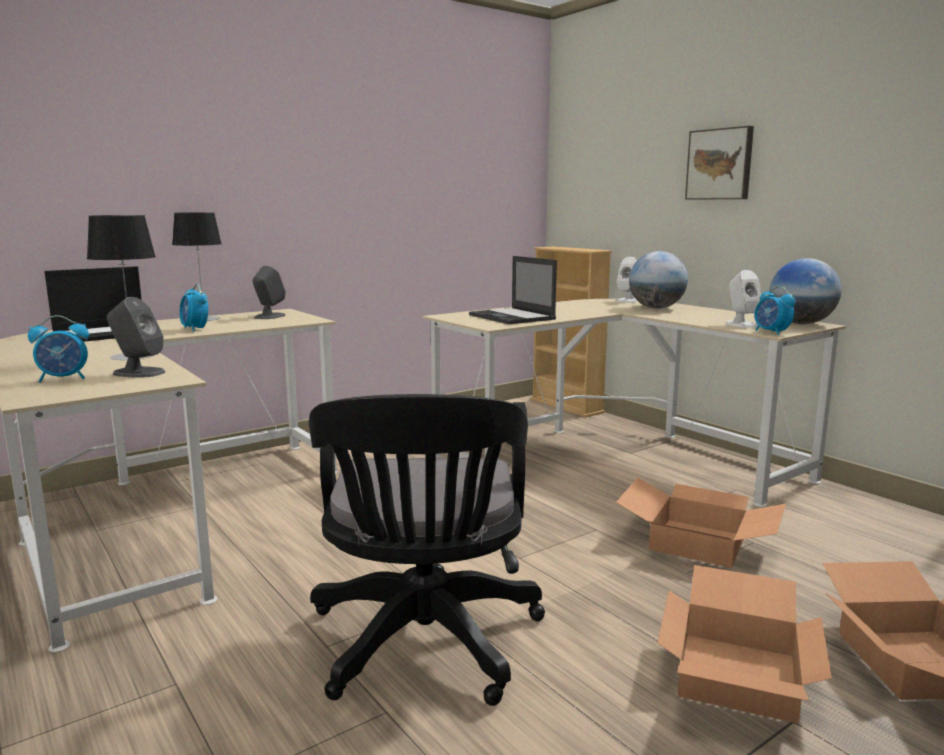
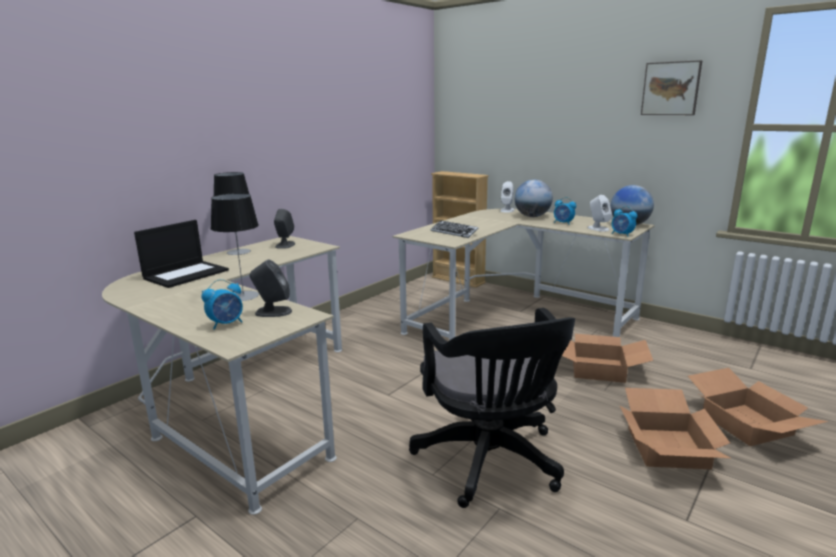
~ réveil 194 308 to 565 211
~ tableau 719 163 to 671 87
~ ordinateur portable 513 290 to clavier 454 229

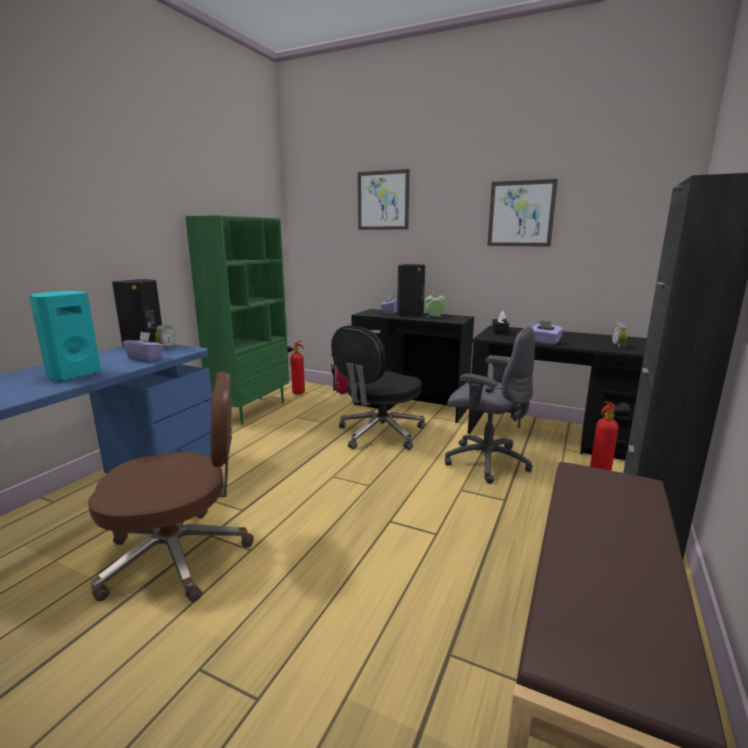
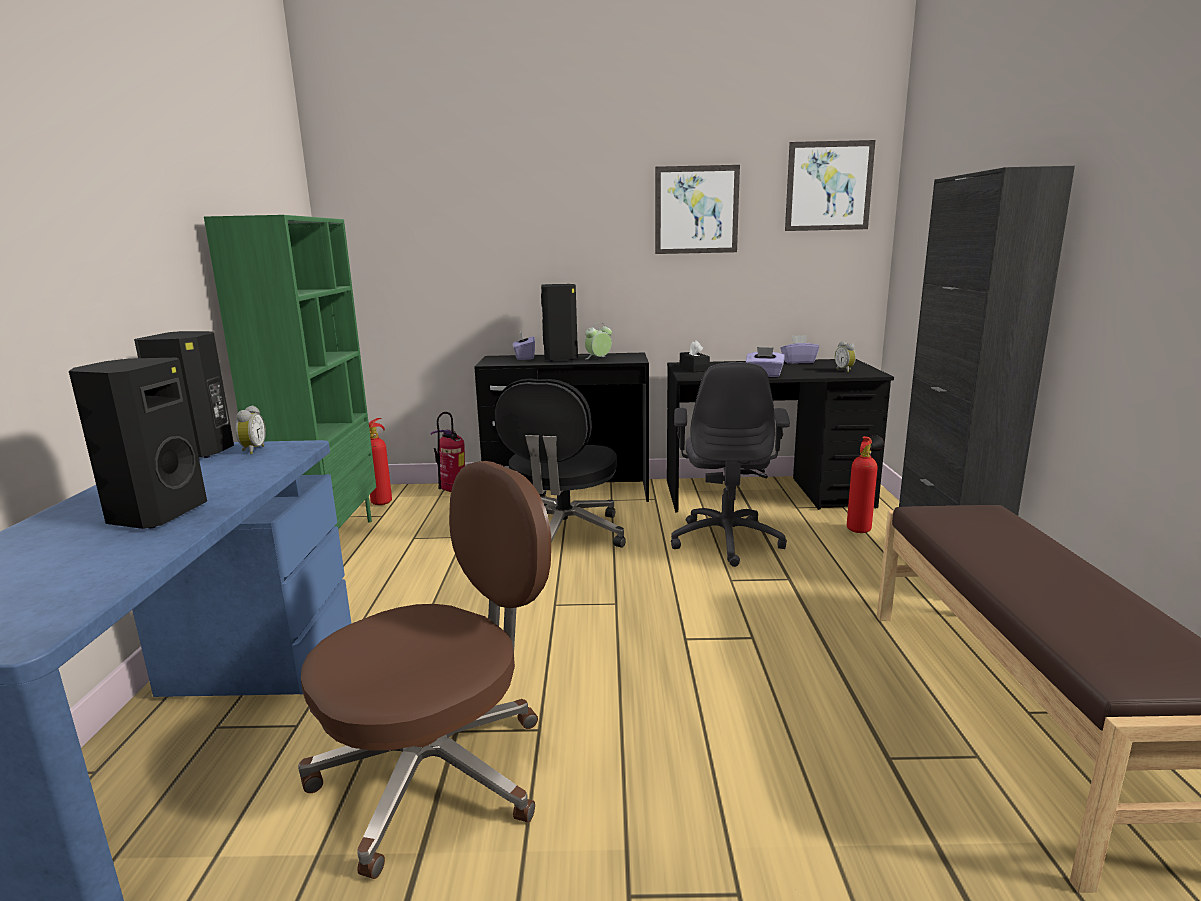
~ boîte à mouchoirs/violet 143 347 to 799 349
~ tableau 384 199 to 830 185
~ enceinte/turquoise 65 336 to enceinte/noir 138 443
~ chaise de bureau/gris 490 405 = 730 464 90 degrees clockwise

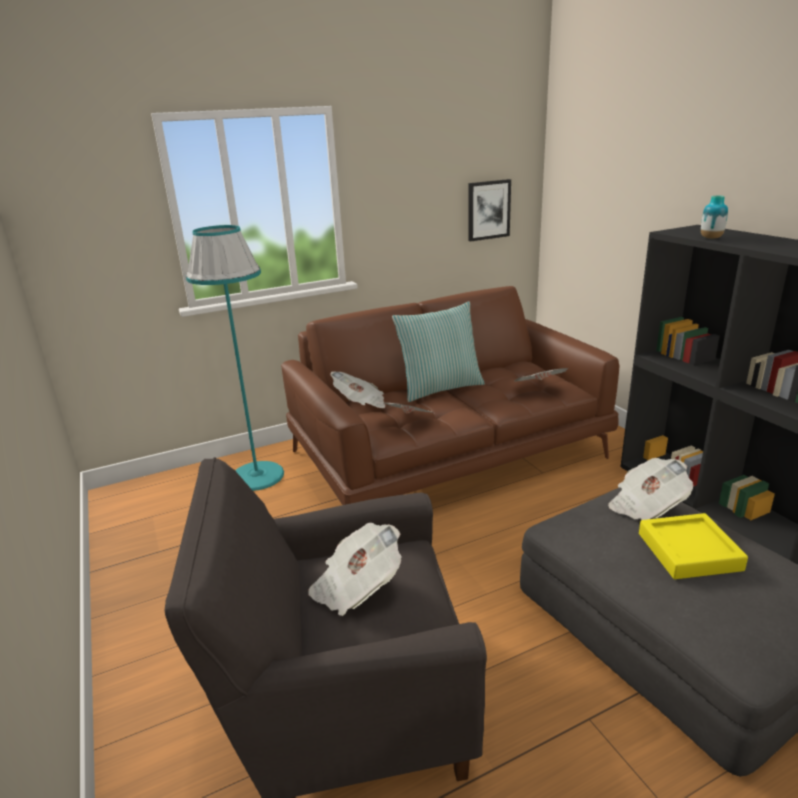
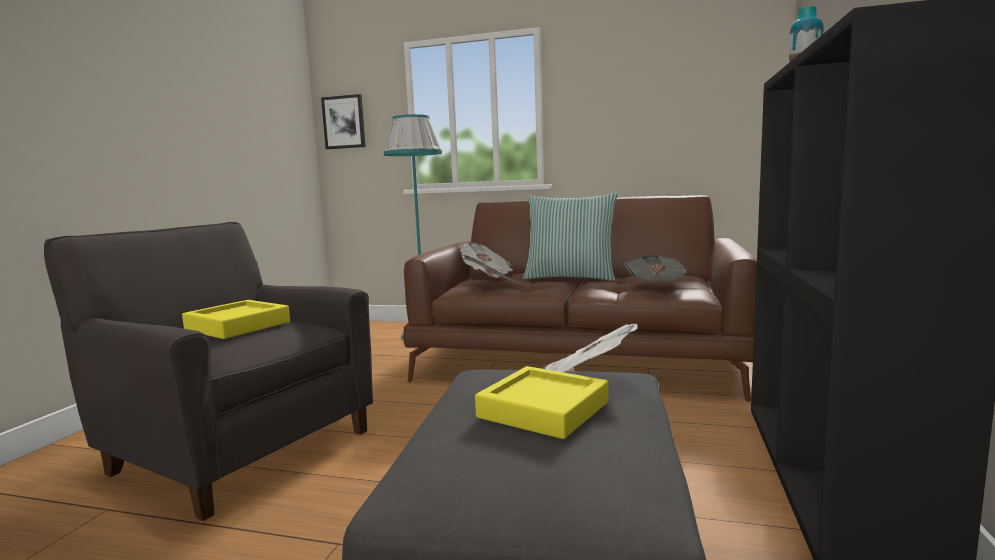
~ tableau 489 210 to 343 121
~ journal 355 569 to plateau/jaune 236 319

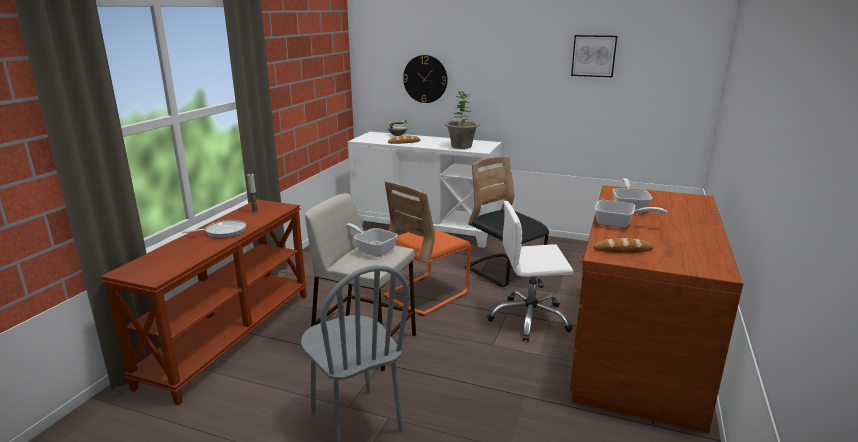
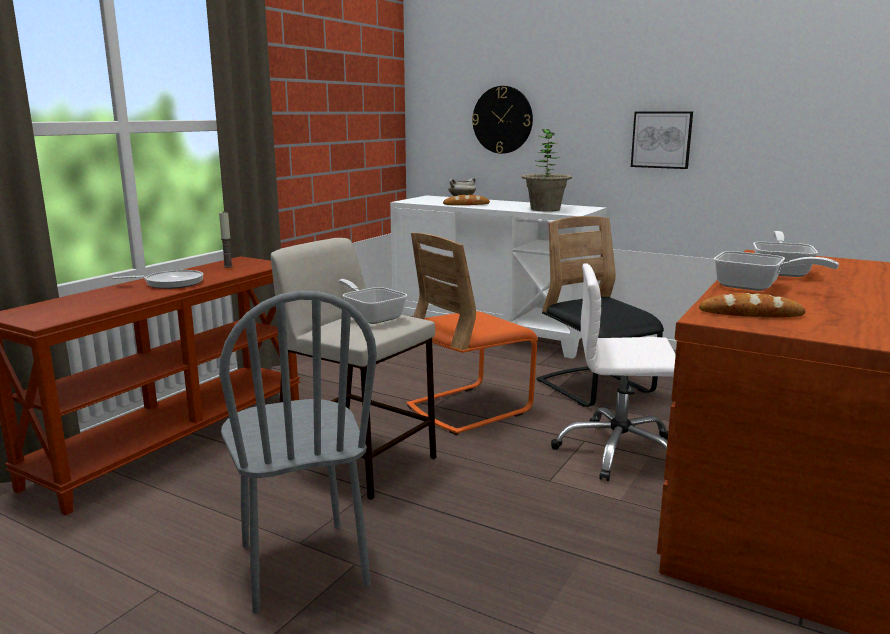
~ tableau 594 56 to 662 140

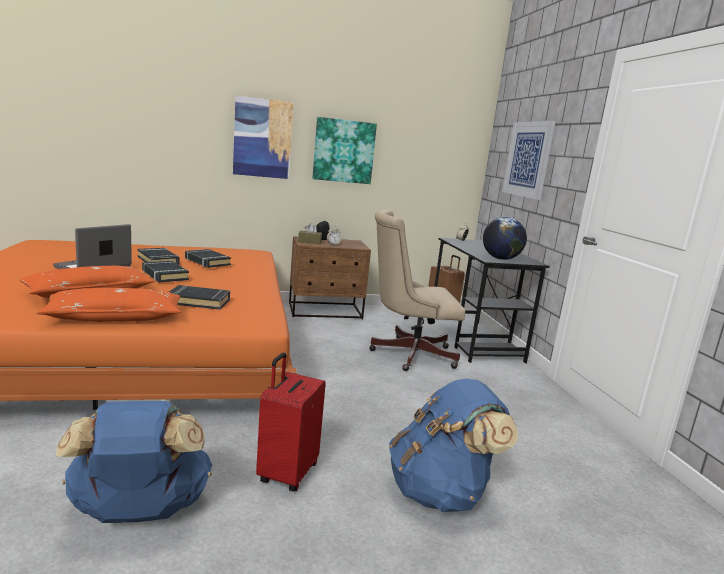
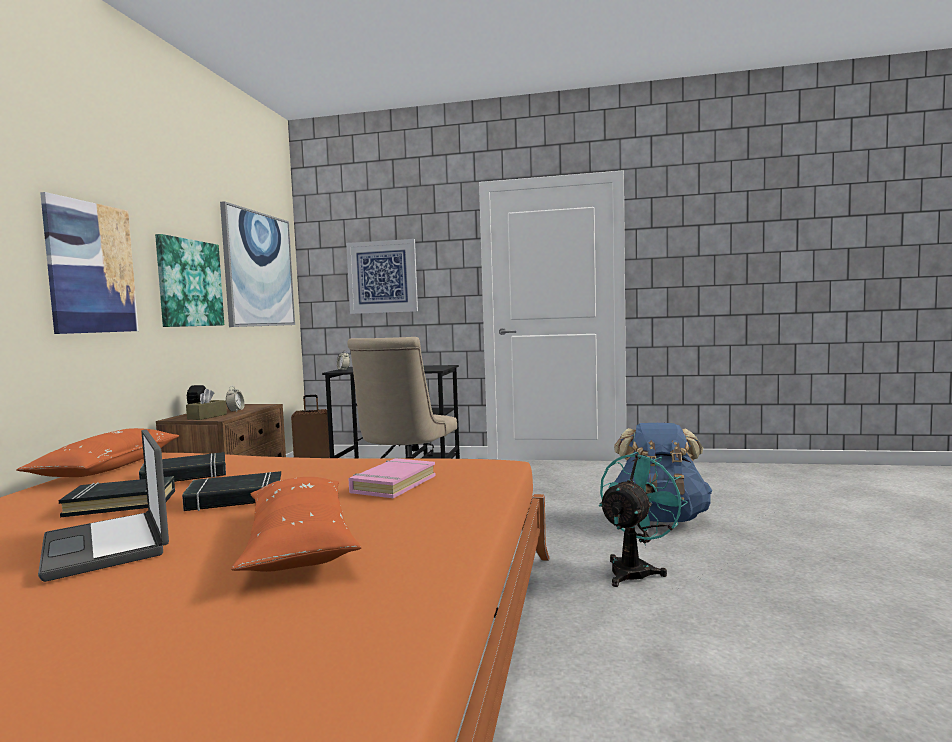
- sac à dos/bleu 134 462
- globe 505 238
+ tableau 257 264
~ coussin/orange 108 305 to 97 452
~ valise/rouge 291 422 to ventilateur/turquoise 643 519
~ livre/noir 199 297 to livre/rose 392 478

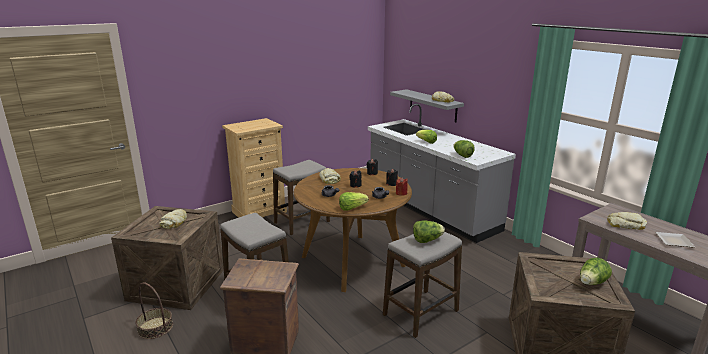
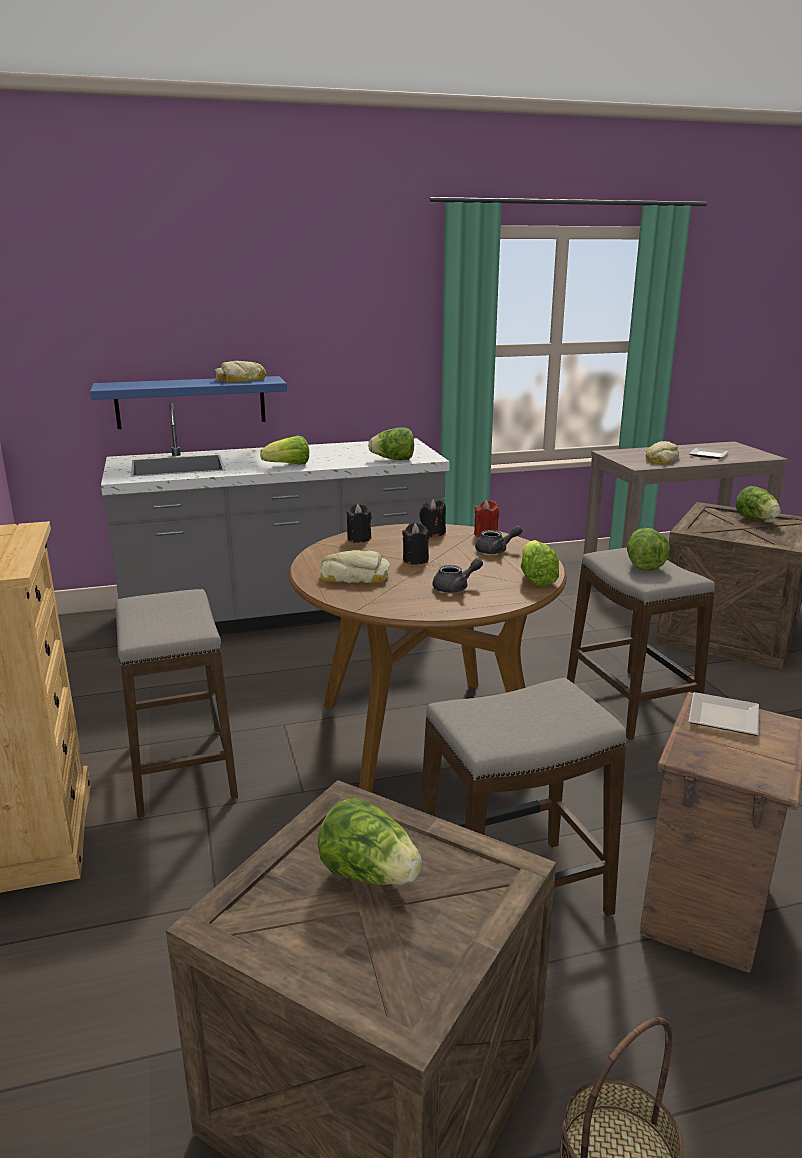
+ assiette 723 714
~ pain 173 219 to laitue 369 841
~ étagère/gris 427 105 to étagère/bleu 188 402

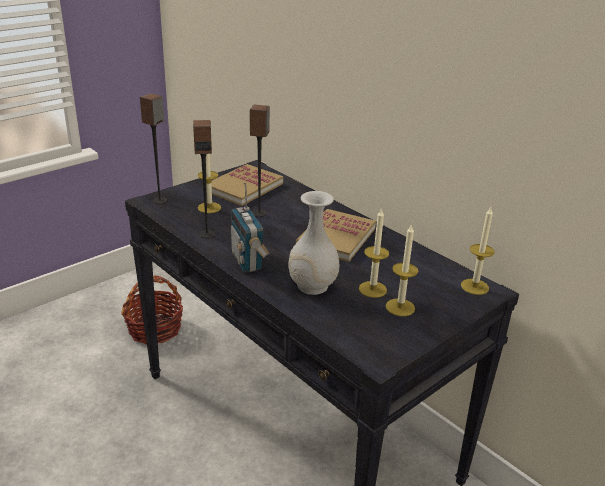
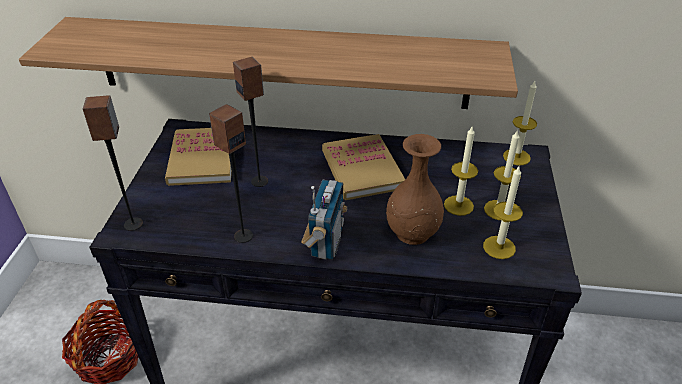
+ étagère 268 63
~ bougie 209 183 to 503 212
~ vase/blanc 314 243 to vase/marron 415 189
~ radio 250 227 = 324 220 105 degrees counterclockwise

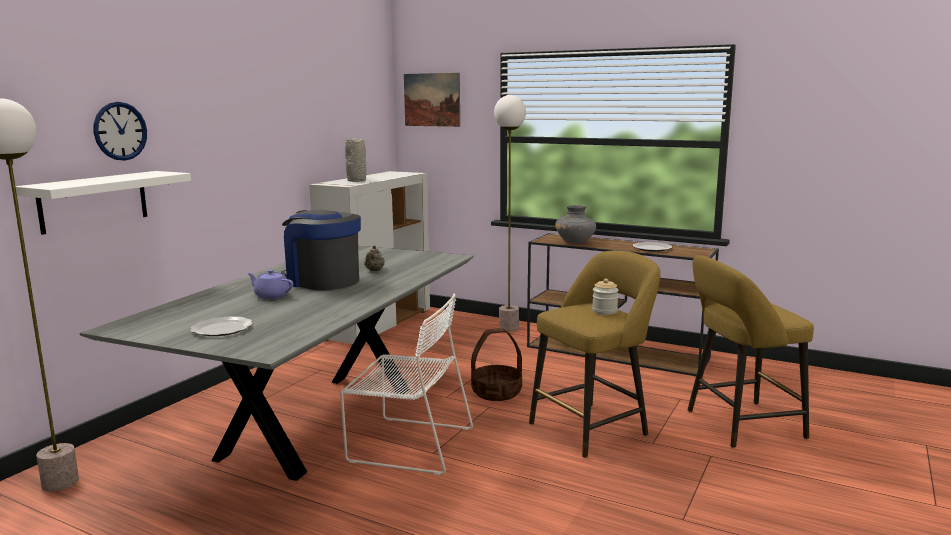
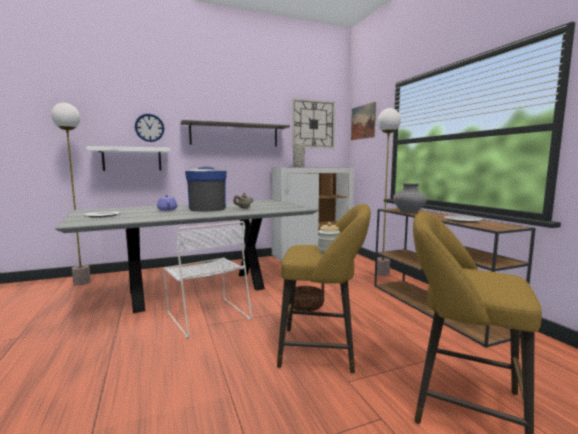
+ étagère 235 133
+ horloge murale 313 123

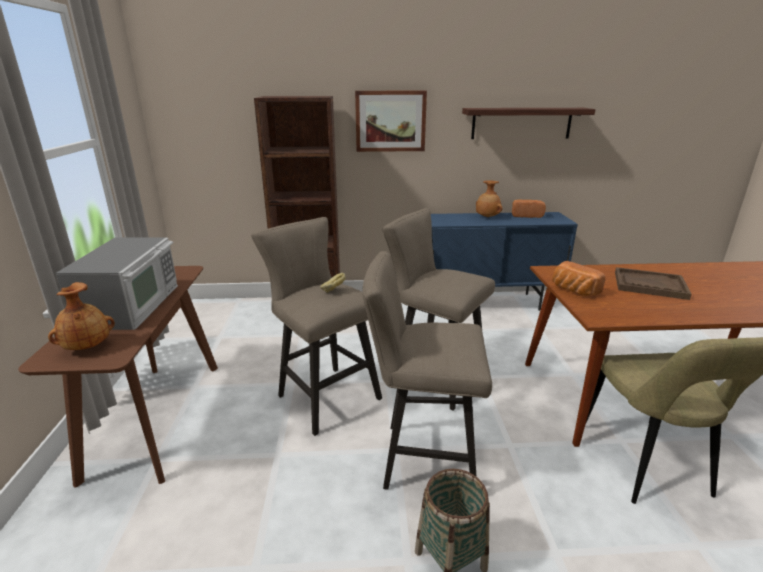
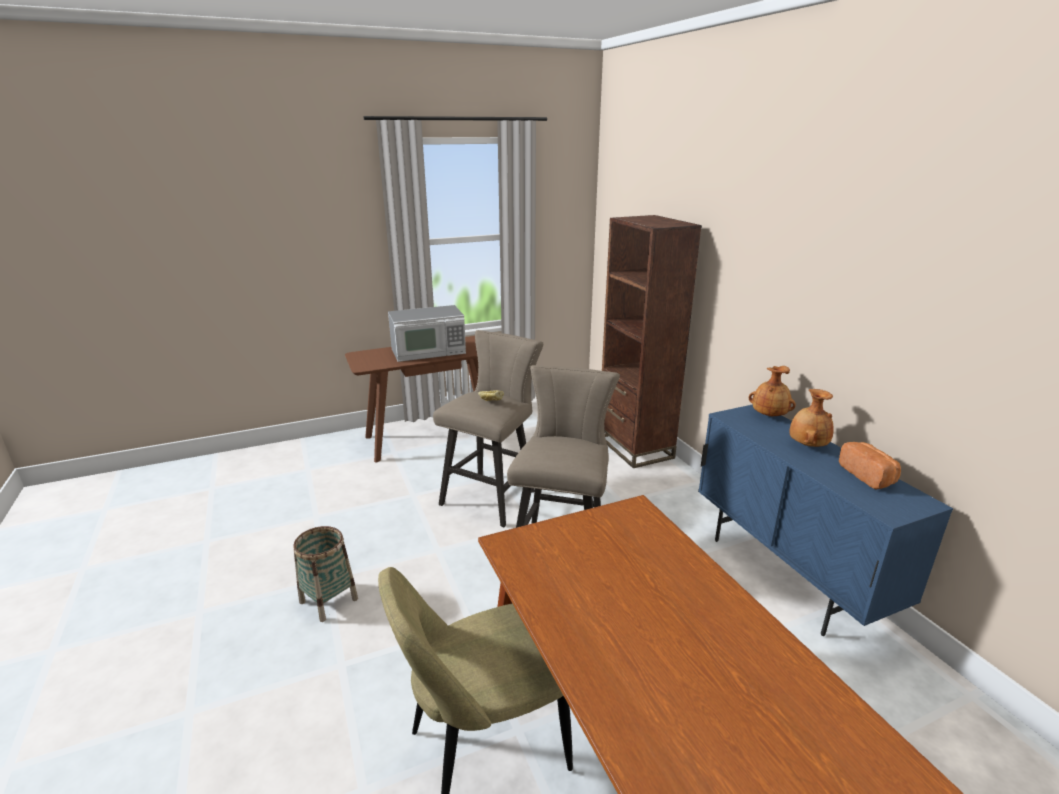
- tableau 391 121
- tabouret/beige 427 370
- étagère 529 123
- pain 578 278
- plateau/marron 653 283
~ vase/marron 81 316 to 772 391

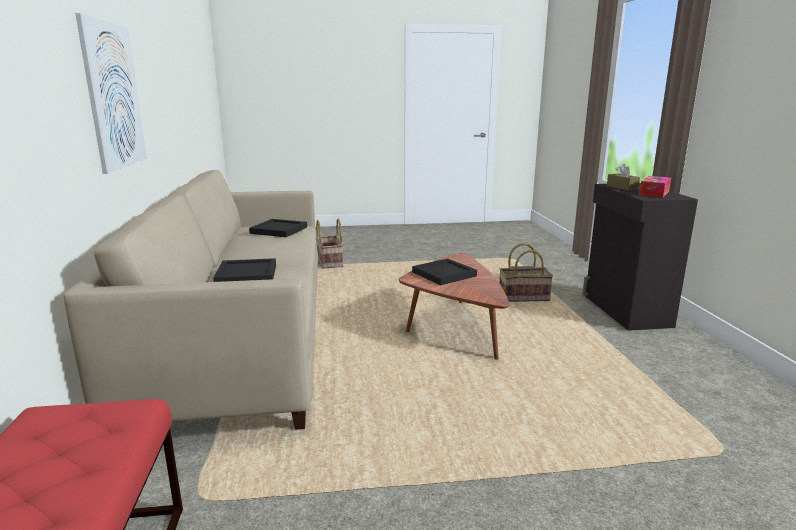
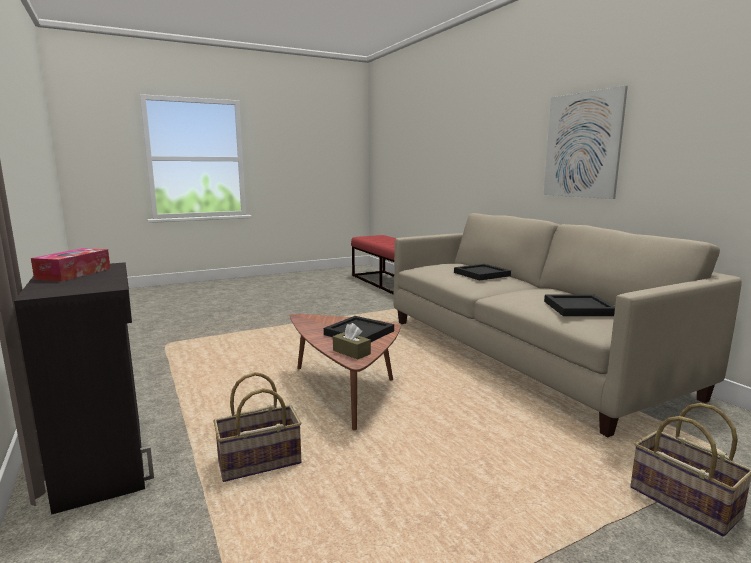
~ boîte à mouchoirs/marron 623 177 to 352 341

